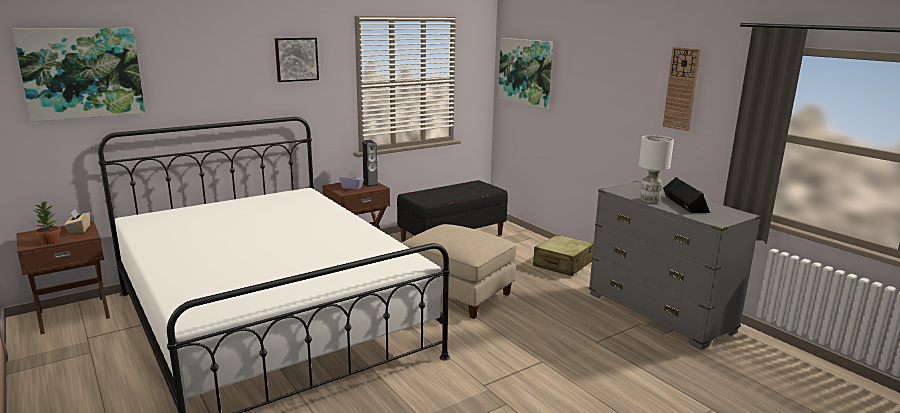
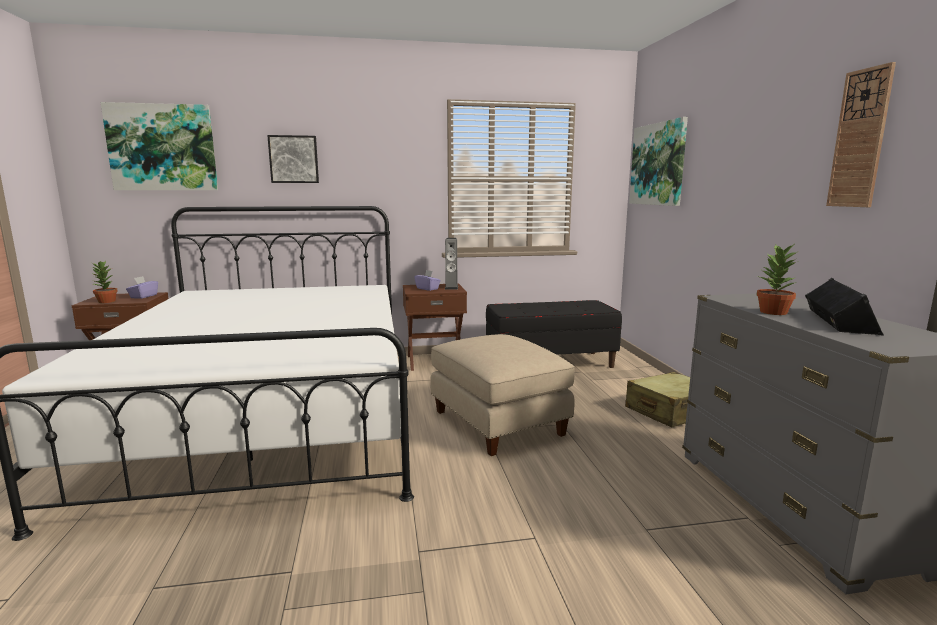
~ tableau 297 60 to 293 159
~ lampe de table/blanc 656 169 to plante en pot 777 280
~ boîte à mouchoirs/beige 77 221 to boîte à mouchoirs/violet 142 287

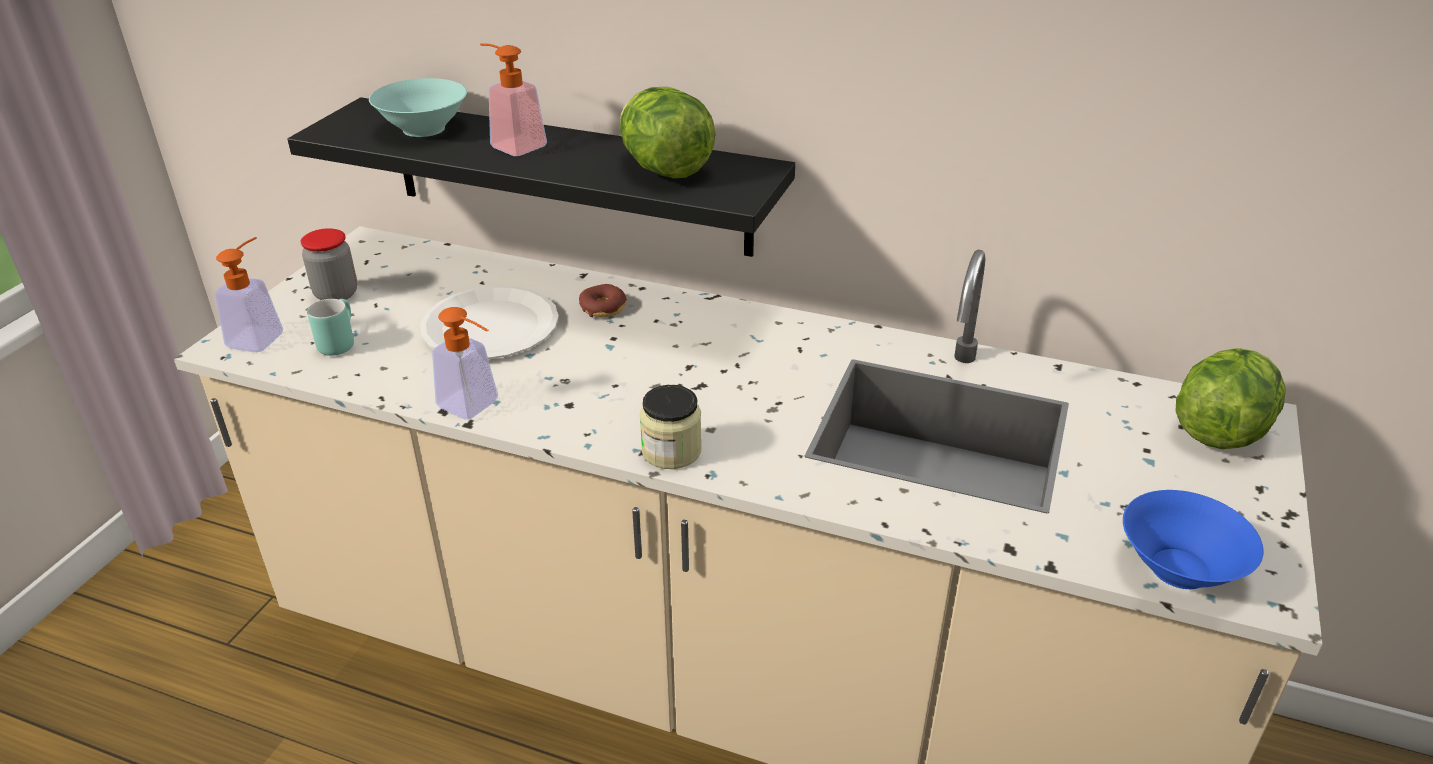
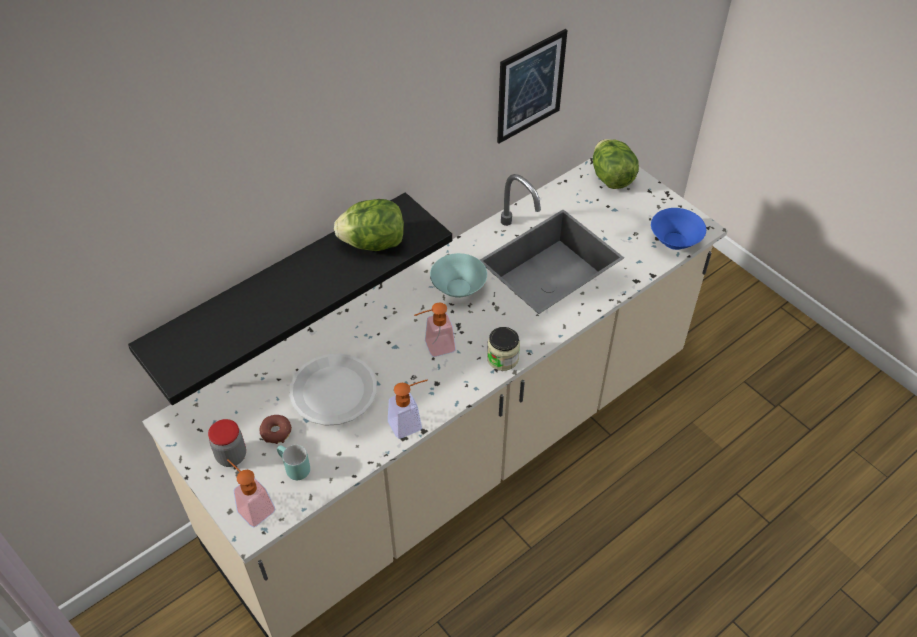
+ tableau 532 86
~ bol/turquoise 418 107 to 458 275
~ distributeur de savon 513 99 to 435 330
~ beignet 603 300 to 276 429

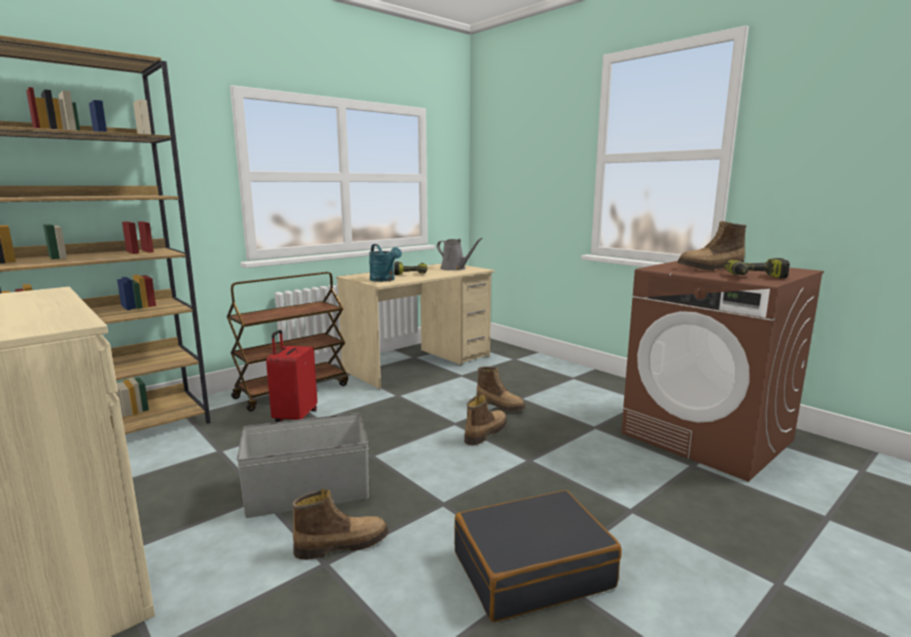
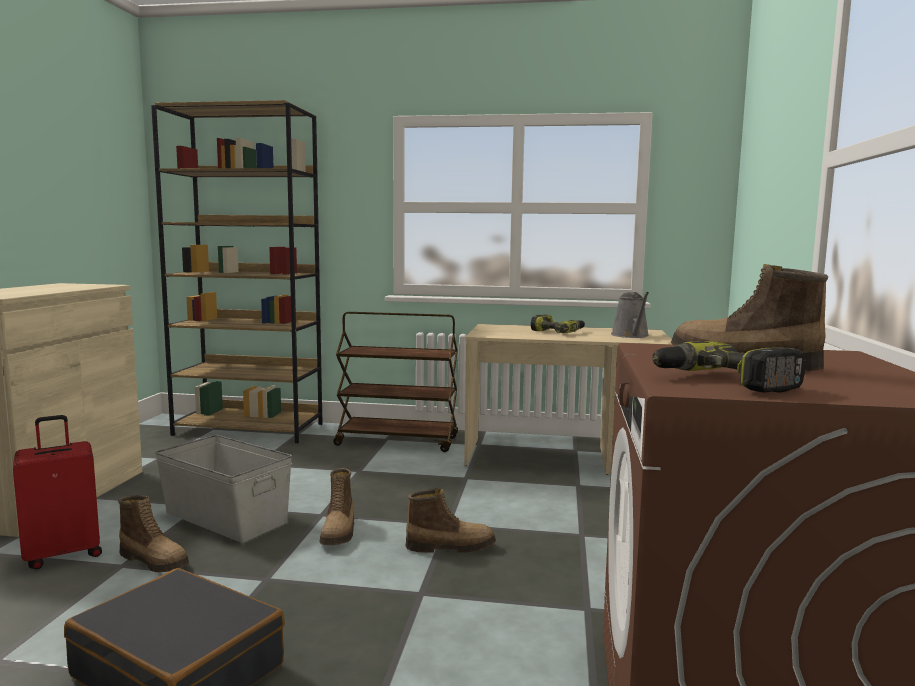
- arrosoir/turquoise 385 263
~ valise/rouge 291 376 to 57 492
~ botte 501 389 to 337 506

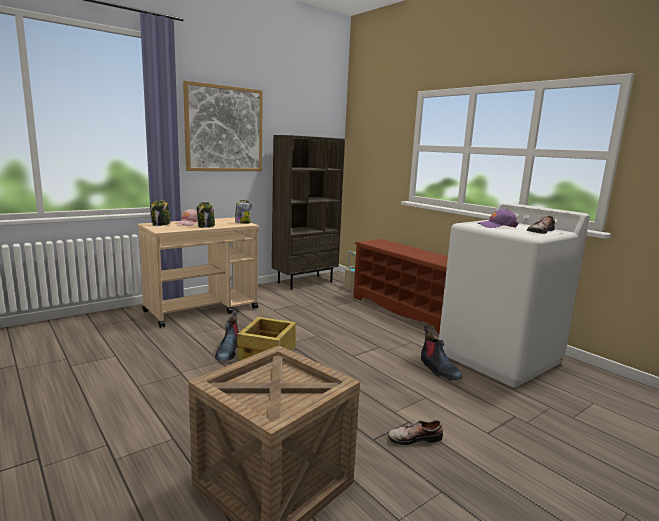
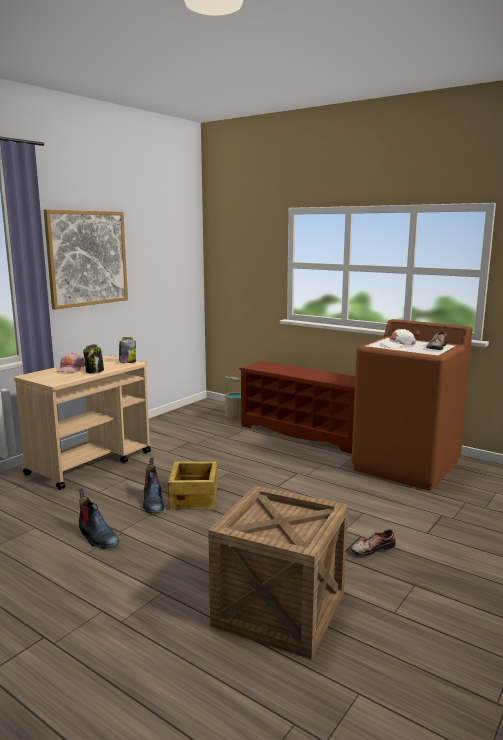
- bocal 160 213
- bibliothèque/marron 308 212
~ botte 442 353 to 99 519
~ lave-linge/blanc 514 295 to lave-linge/marron 411 405
~ casquette/violet 498 218 to casquette/blanc 398 338

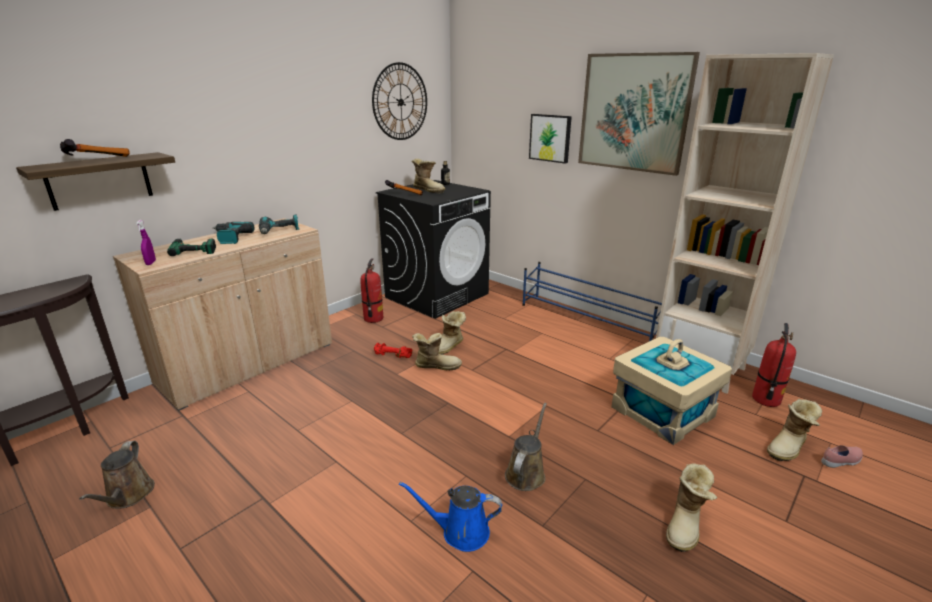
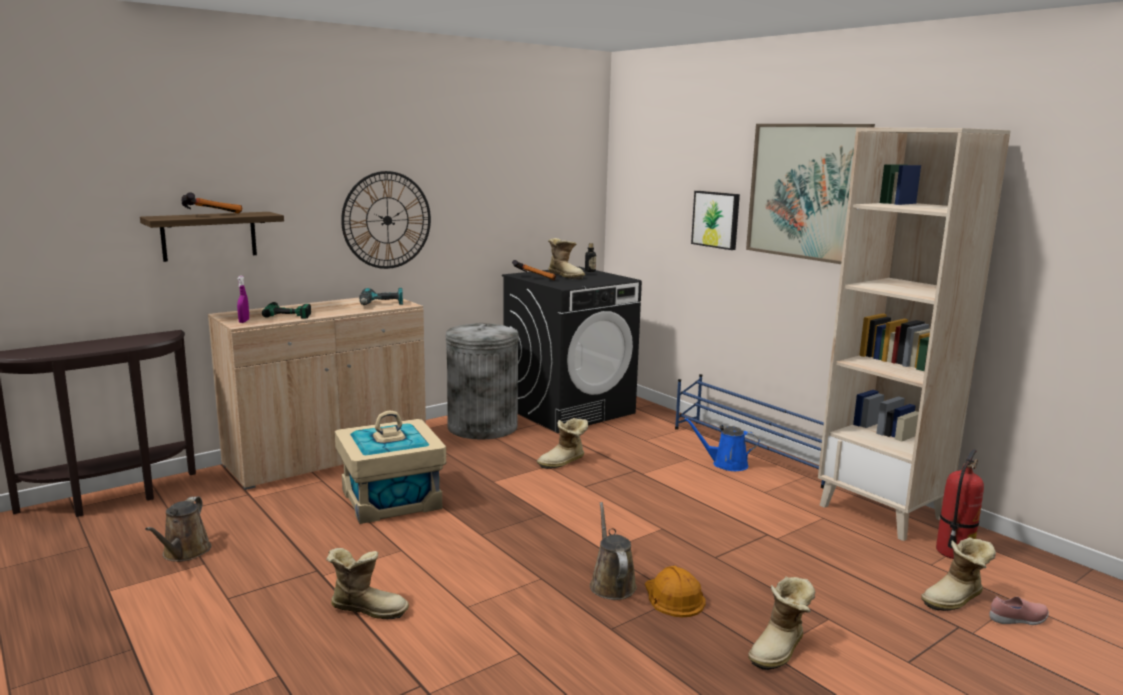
- perceuse 234 233
- haltère/rouge 393 350
+ casque de chantier/orange 675 591
~ horloge murale 399 101 to 386 220
~ arrosoir/bleu 450 517 to 722 444
~ botte 437 351 to 367 584
~ boîte de rangement/beige 671 391 to 390 467
~ extincteur 371 290 to poubelle/gris 482 380
~ arrosoir/marron 526 447 = 613 551 45 degrees counterclockwise

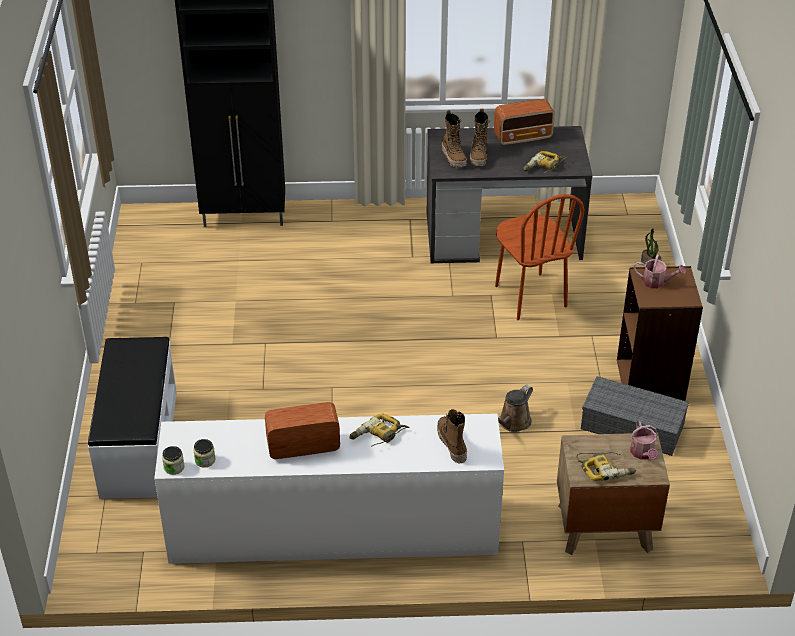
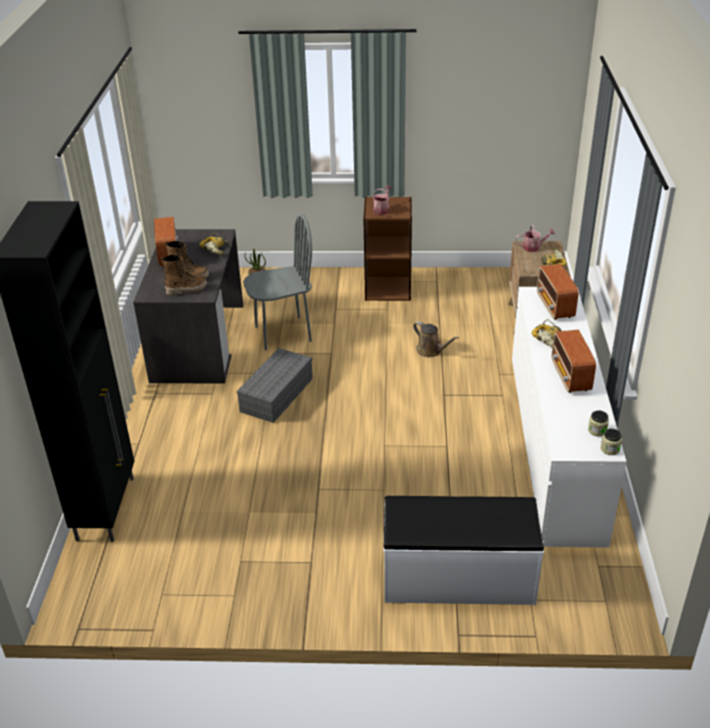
~ boîte de rangement/gris 635 416 to 275 385
~ botte 452 436 to radio 558 292
~ chaise/marron 539 257 to chaise/gris 277 282

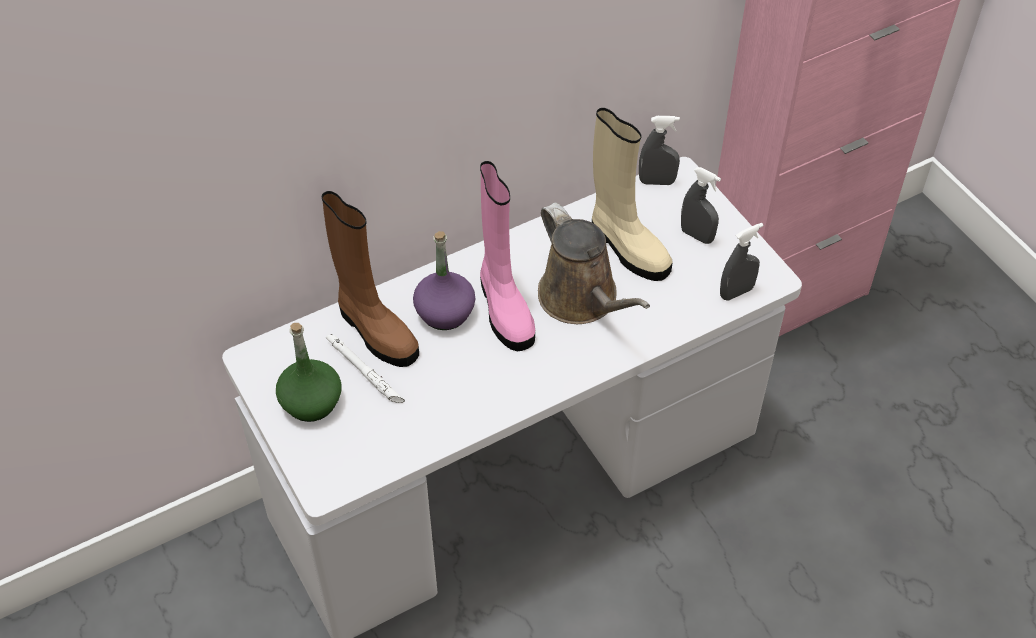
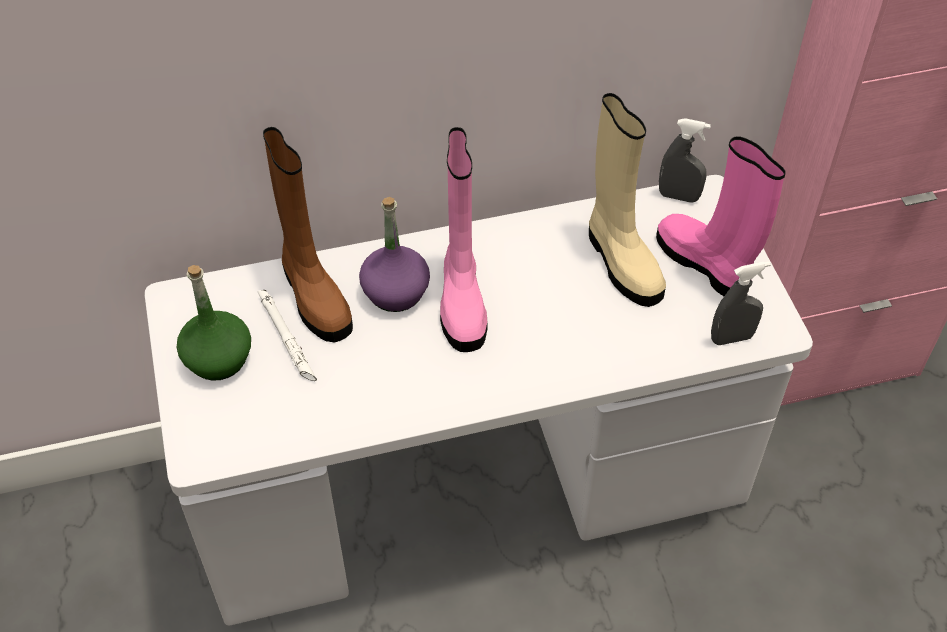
- arrosoir/marron 594 263
~ vaporisateur/gris 701 205 to botte/rose 721 216

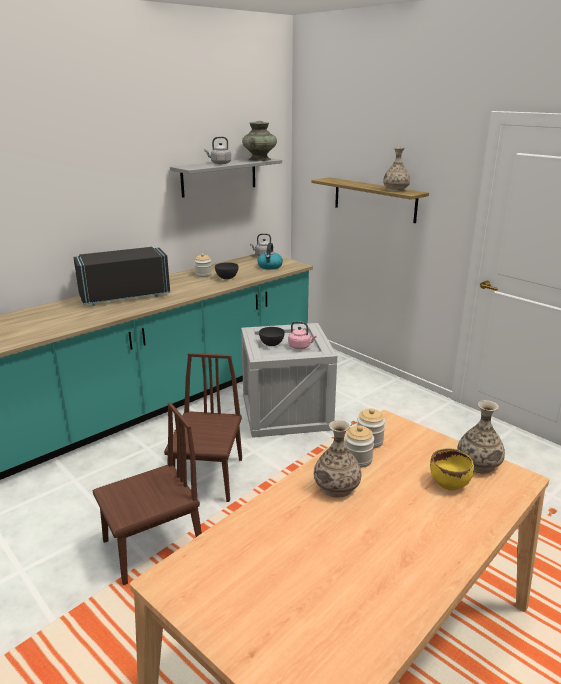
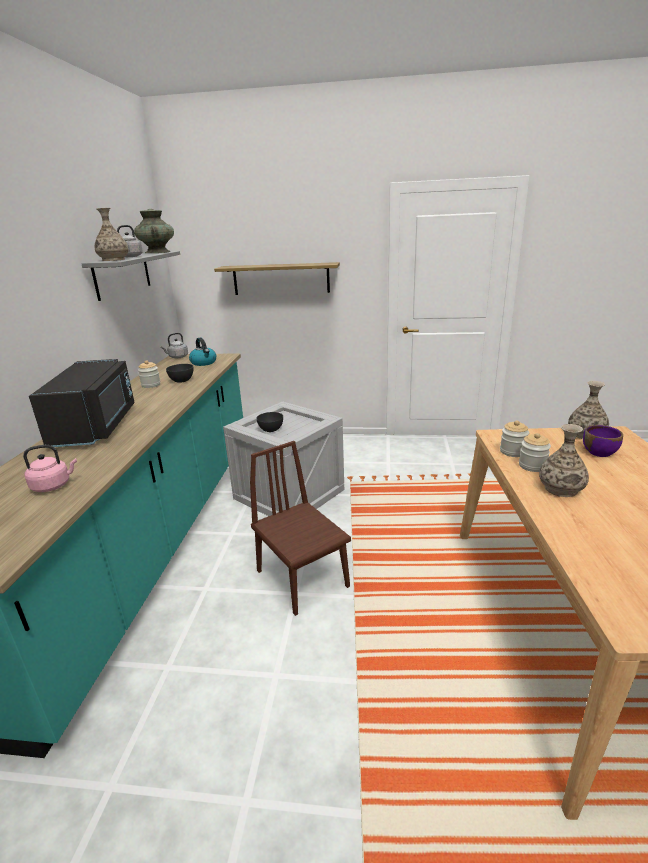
- chaise/marron 147 493
~ bouilloire/rose 302 335 to 50 468
~ vase 396 170 to 112 234
~ bol/jaune 452 469 to bol/violet 603 441
~ micro-ondes/noir 121 276 = 82 403 150 degrees clockwise

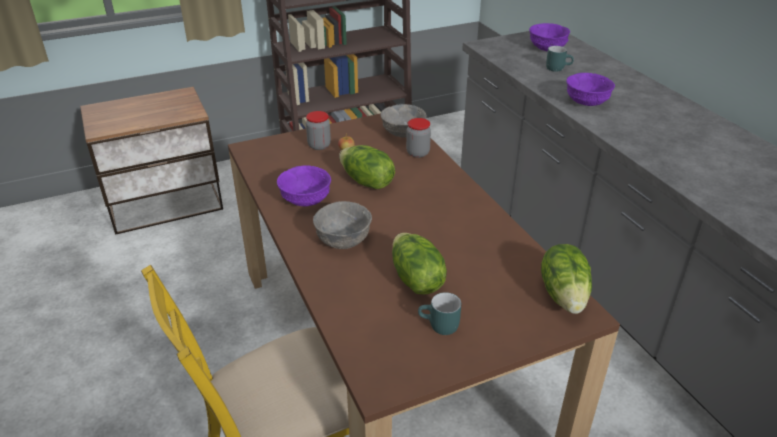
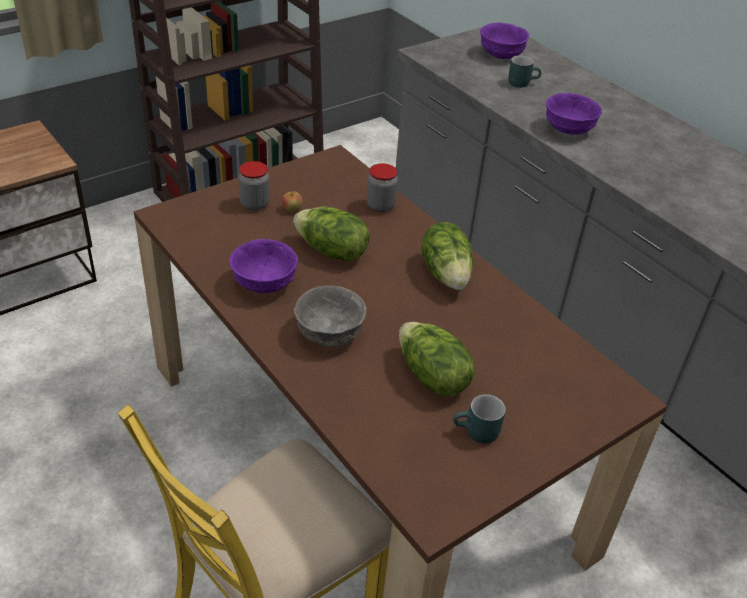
- bol/gris 404 121
~ laitue 566 279 to 447 256

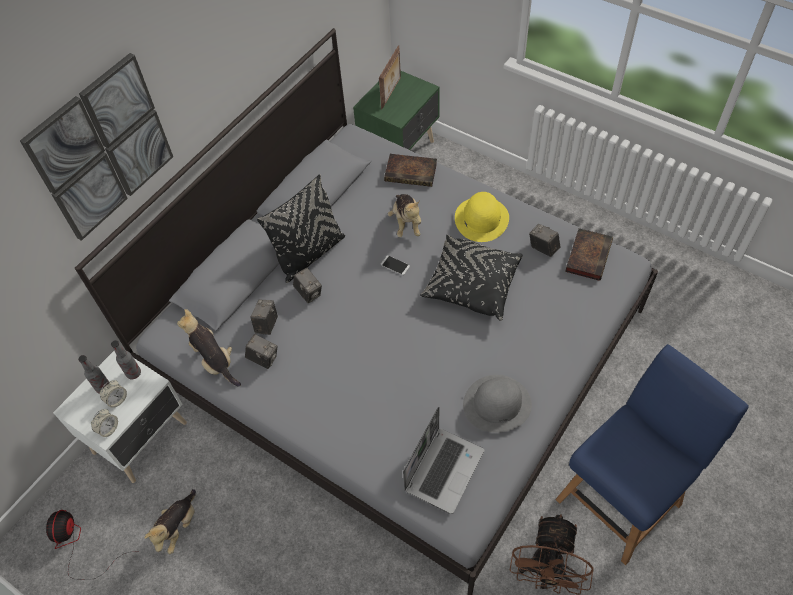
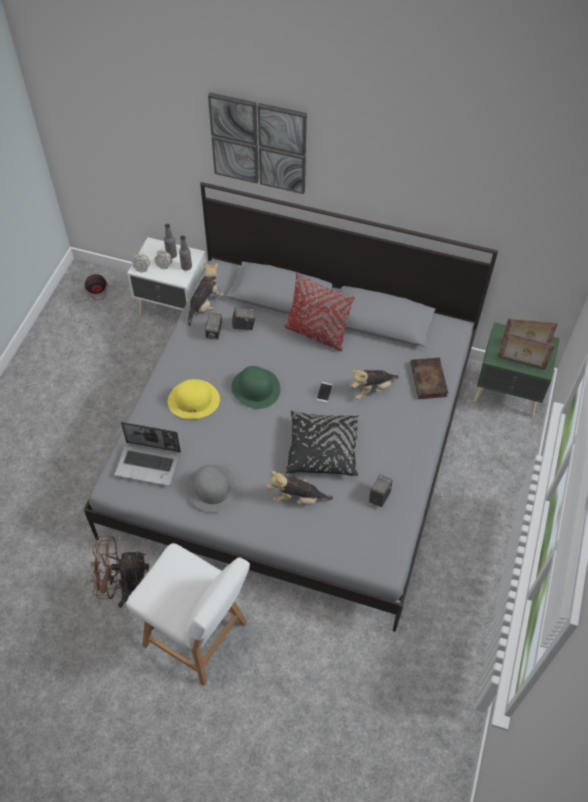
- appareil photo 307 285
- livre 589 254
+ chapeau/vert 256 387
+ cadre photo 526 350
~ peluche 170 521 to 299 488
~ chapeau/jaune 482 217 to 194 399
~ coussin/noir 301 228 to coussin/rouge 319 311
~ chaise/bleu 652 454 to chaise/blanc 188 614

